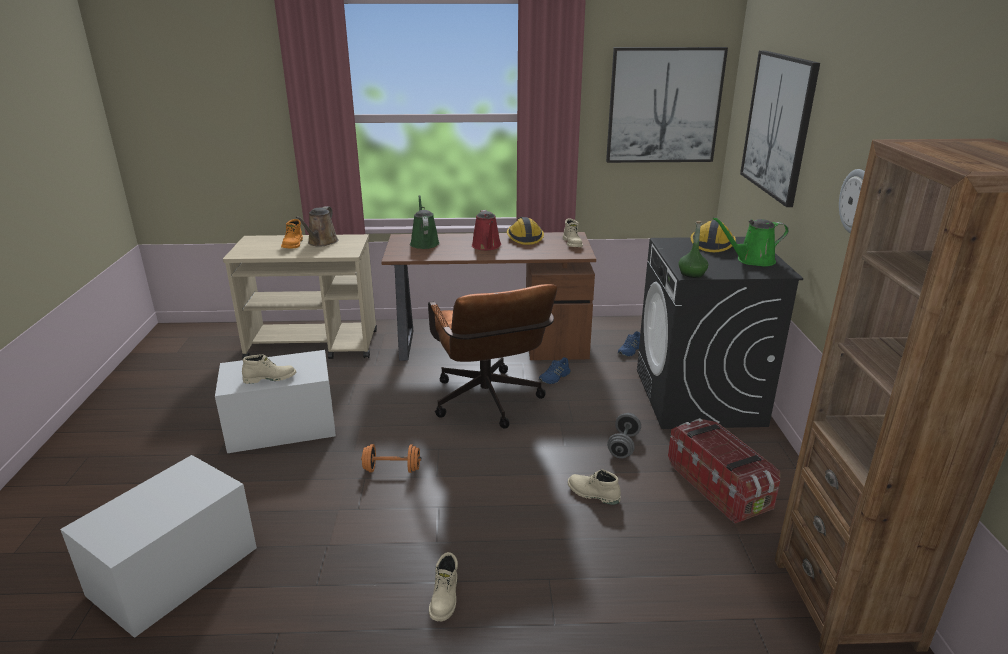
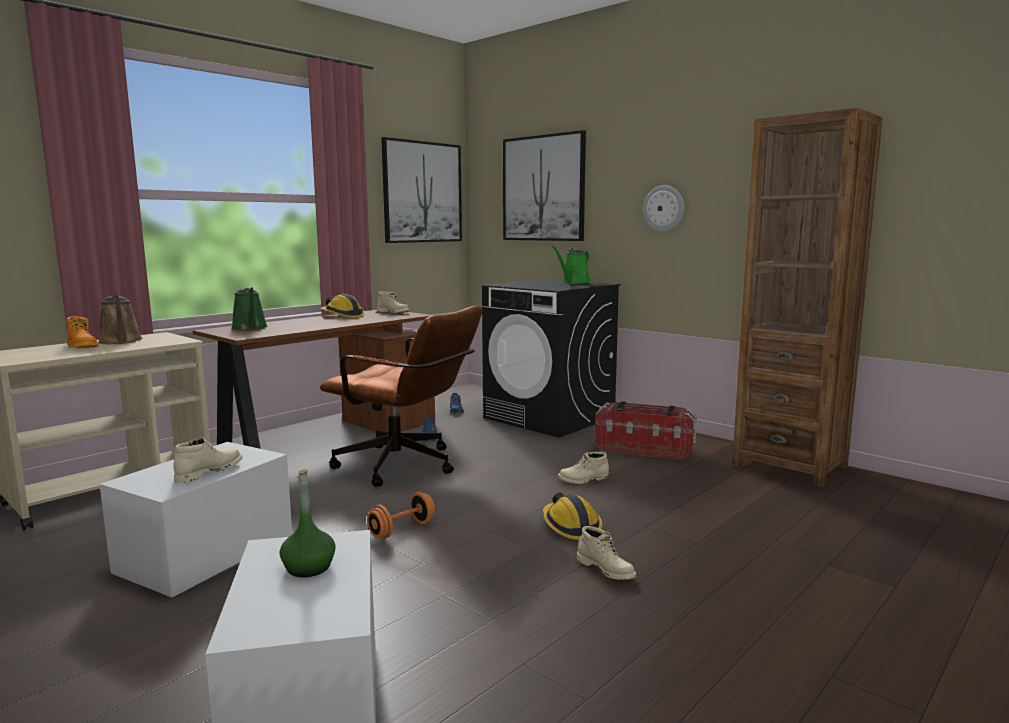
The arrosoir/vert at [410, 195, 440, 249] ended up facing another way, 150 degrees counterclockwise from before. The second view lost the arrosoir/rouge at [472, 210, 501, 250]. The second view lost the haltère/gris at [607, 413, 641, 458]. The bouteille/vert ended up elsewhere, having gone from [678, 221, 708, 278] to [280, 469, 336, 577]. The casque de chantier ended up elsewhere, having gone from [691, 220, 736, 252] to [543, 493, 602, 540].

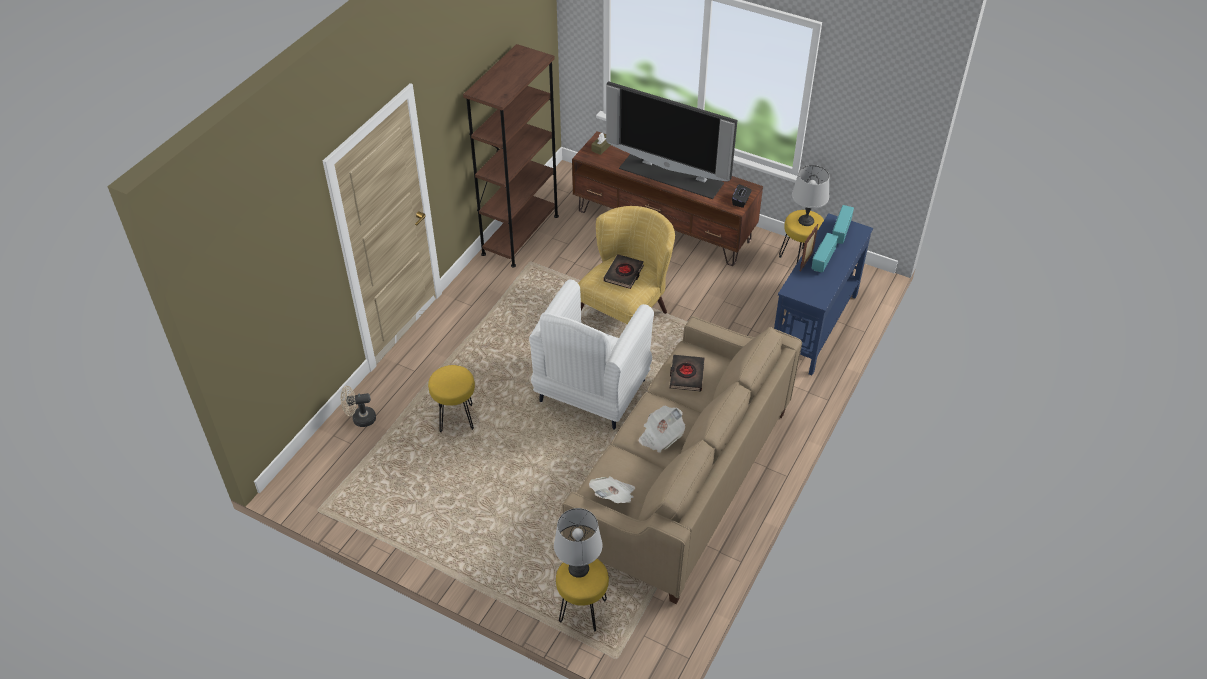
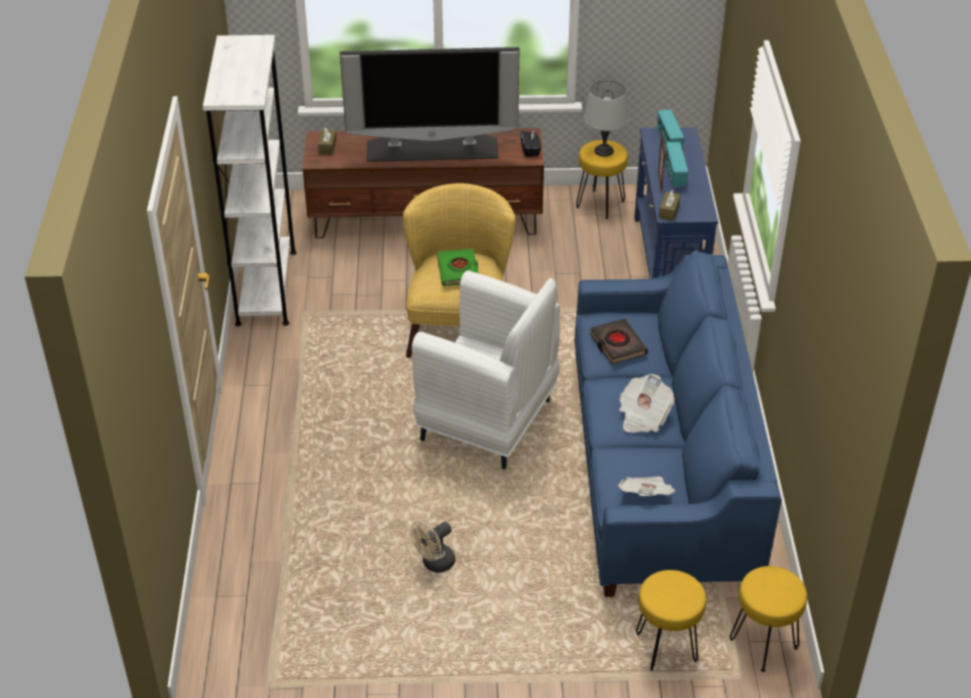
The ventilateur/beige ended up elsewhere, having gone from [341, 386, 376, 427] to [410, 522, 455, 573]. The tabouret/jaune ended up elsewhere, having gone from [428, 365, 475, 432] to [730, 566, 807, 672]. What was the bibliothèque/marron at [463, 44, 559, 268] turned into the bibliothèque/blanc at [203, 35, 297, 326]. The fauteuil/blanc at [529, 279, 654, 429] ended up facing another way, 60 degrees counterclockwise from before. The second view lost the lampe de table/gris at [554, 508, 603, 578]. What was the canapé/beige at [562, 316, 802, 604] turned into the canapé/bleu at [574, 250, 782, 597]. What was the livre/noir at [603, 254, 644, 289] turned into the livre/vert at [437, 249, 479, 286]. The second view gained the boîte à mouchoirs/marron at [659, 190, 680, 221].

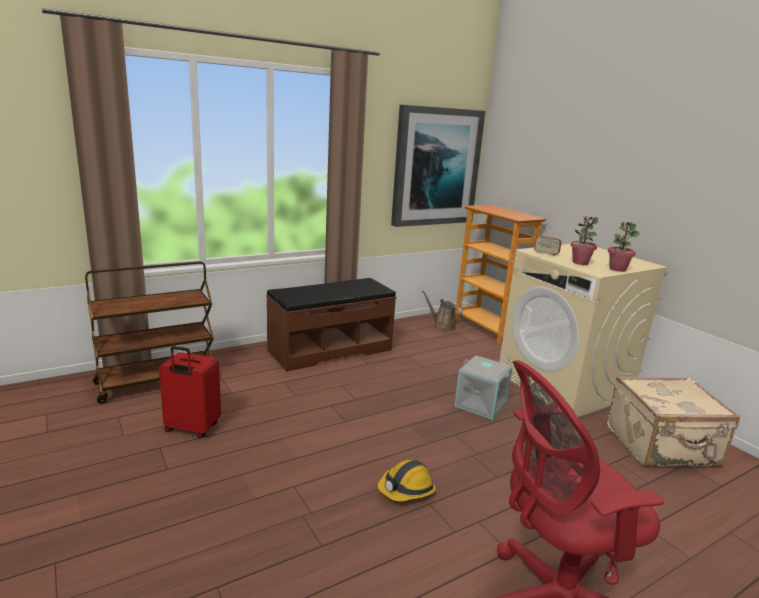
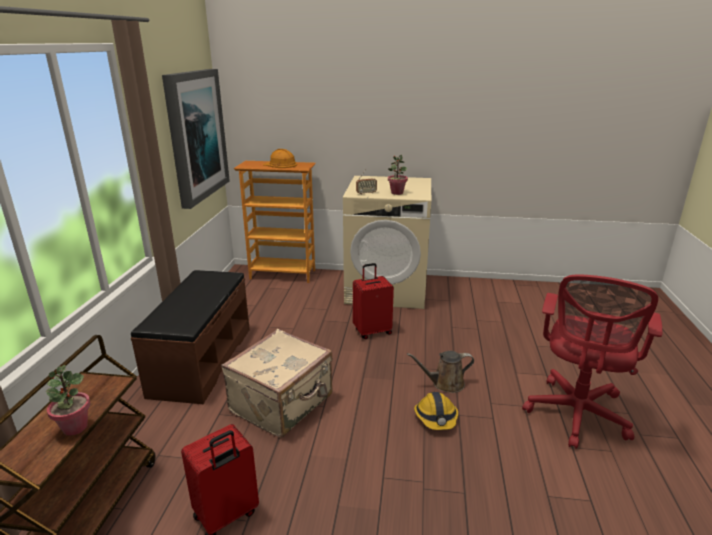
The arrosoir/marron ended up elsewhere, having gone from [422, 291, 463, 331] to [407, 351, 474, 393]. Where the boîte de rangement/gris stood at [455, 356, 513, 420], the valise/rouge came to stand at [353, 263, 394, 339]. The valise/beige ended up elsewhere, having gone from [607, 377, 740, 467] to [221, 329, 333, 438]. The plante en pot ended up elsewhere, having gone from [608, 222, 640, 272] to [46, 365, 91, 436]. The second view gained the casque de chantier/orange at [263, 149, 297, 168].

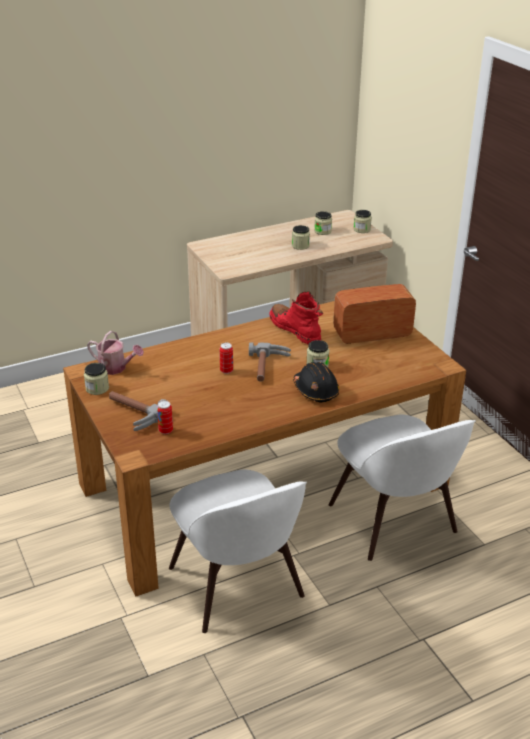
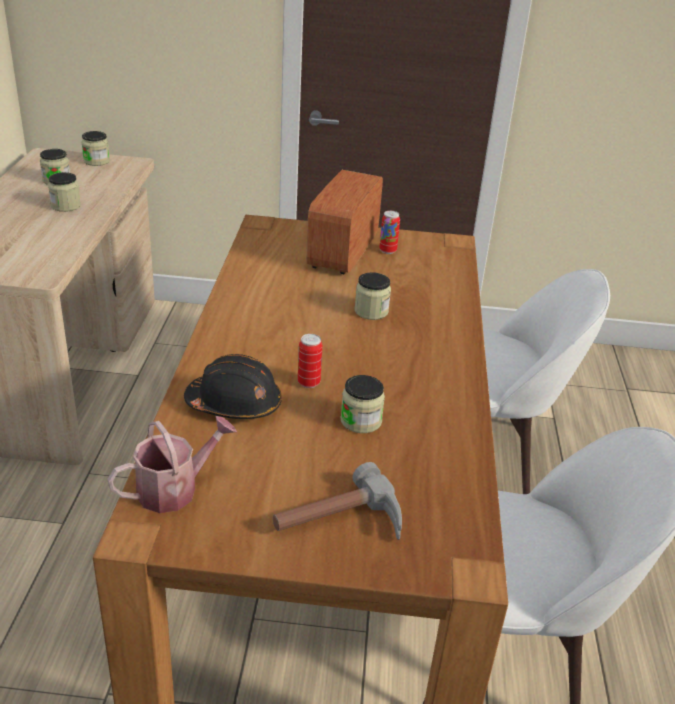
The bocal ended up elsewhere, having gone from [84, 363, 109, 395] to [341, 375, 385, 433]. The boîte métallique ended up elsewhere, having gone from [157, 401, 173, 434] to [379, 211, 400, 254]. The second view lost the marteau at [249, 342, 291, 382]. The second view lost the botte/rouge at [269, 291, 323, 345]. The casque de chantier/noir ended up elsewhere, having gone from [293, 362, 340, 402] to [184, 354, 282, 419].

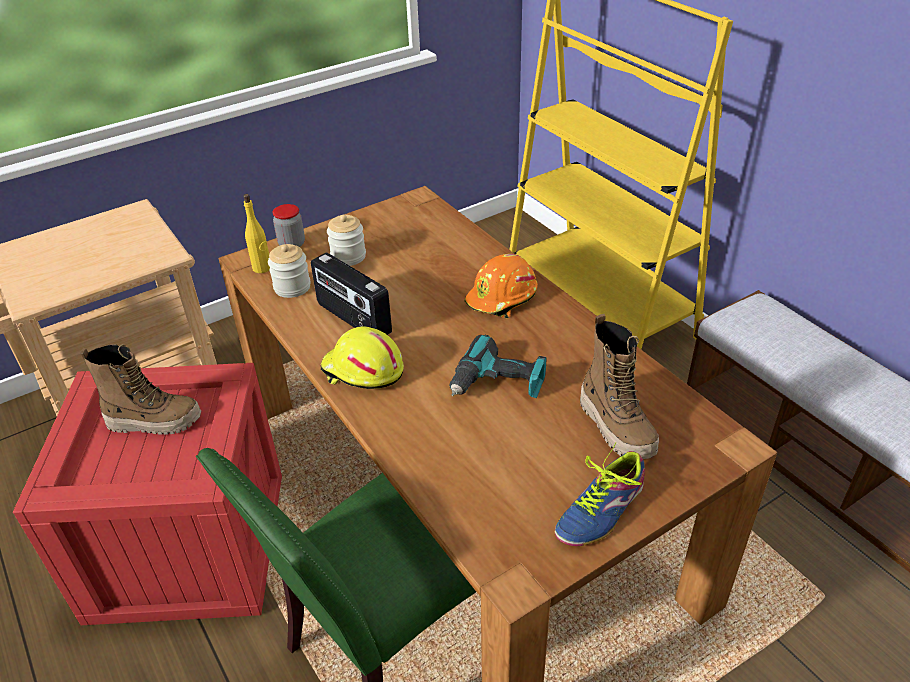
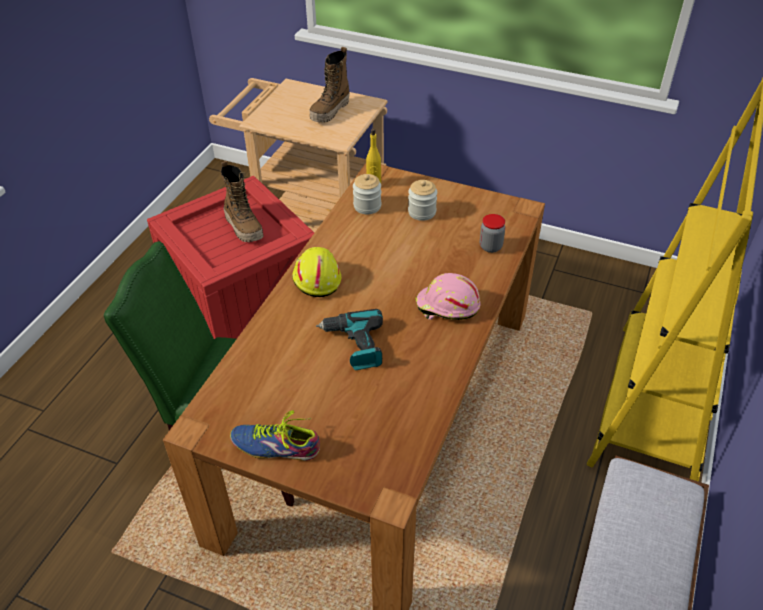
The bocal ended up elsewhere, having gone from [273, 204, 305, 247] to [480, 214, 505, 253]. The second view lost the radio at [311, 253, 392, 335]. What was the casque de chantier/orange at [464, 254, 538, 318] turned into the casque de chantier/rose at [416, 273, 480, 320]. The botte ended up elsewhere, having gone from [580, 314, 659, 459] to [309, 47, 350, 123].

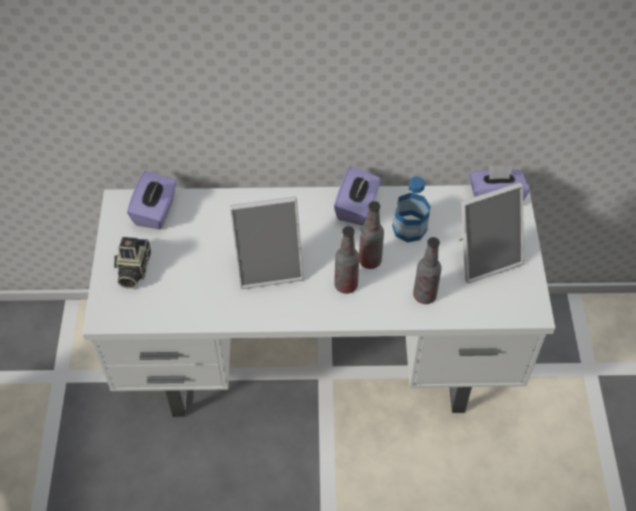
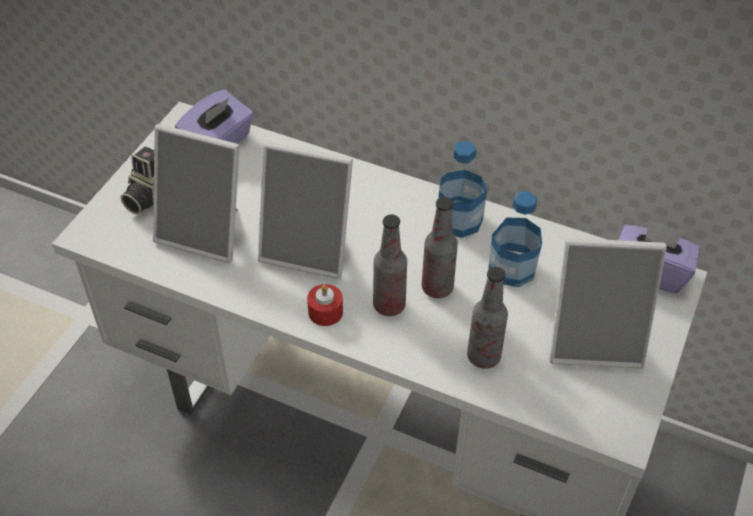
Where the boîte à mouchoirs/violet stood at [334, 166, 381, 225], the bouteille came to stand at [438, 141, 487, 238]. The second view gained the cadre photo at [153, 124, 240, 263]. The second view gained the bougie/rouge at [307, 284, 343, 326].

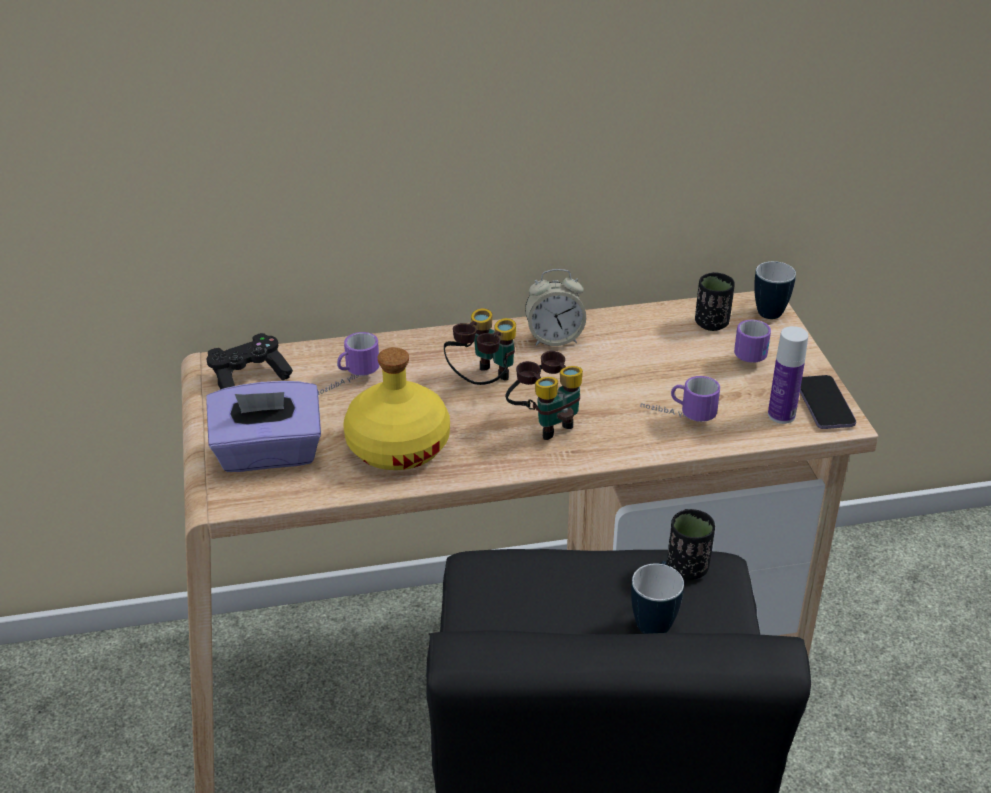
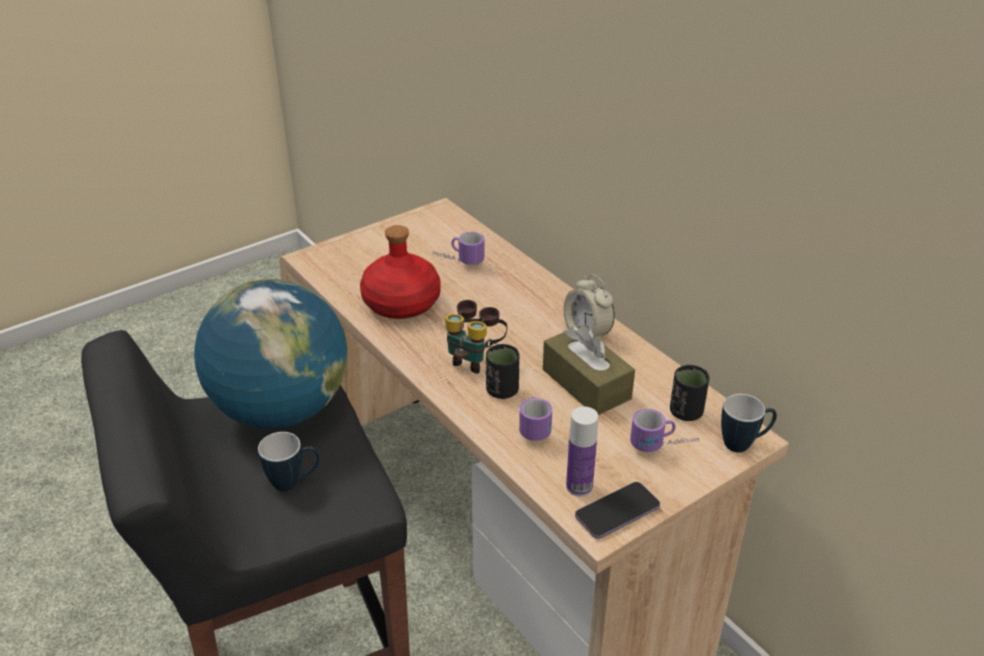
The second view lost the boîte à mouchoirs/violet at [206, 381, 321, 472]. The second view lost the manette/noir at [207, 333, 293, 389]. What was the bouteille/jaune at [344, 347, 450, 470] turned into the bouteille/rouge at [360, 225, 441, 319]. The second view lost the jumelles at [444, 309, 516, 385]. The tasse/noir ended up elsewhere, having gone from [667, 509, 715, 580] to [486, 344, 520, 399]. The second view gained the globe at [194, 279, 347, 429]. The second view gained the boîte à mouchoirs/marron at [543, 325, 635, 415].

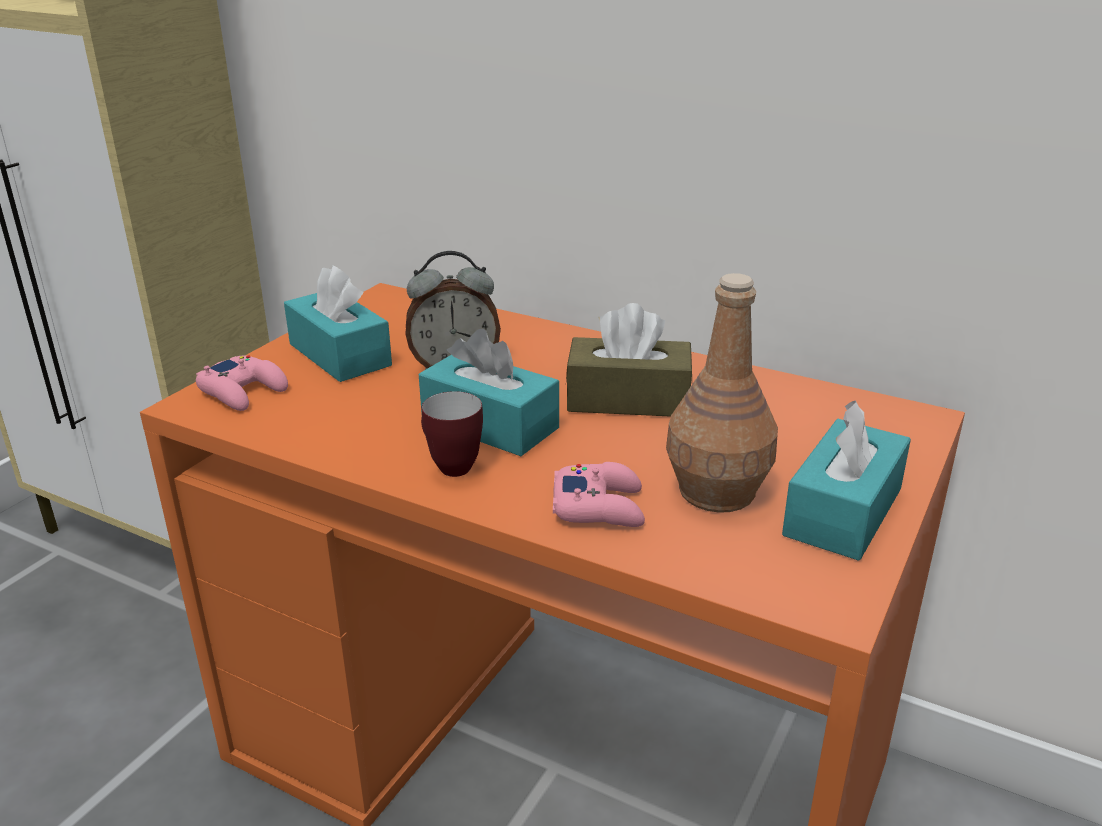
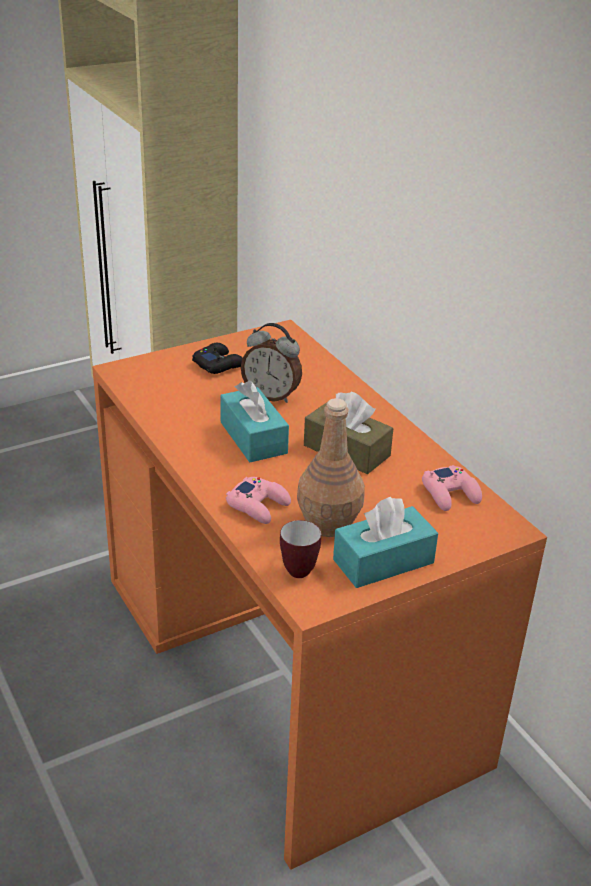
The manette/rose ended up elsewhere, having gone from [196, 356, 288, 411] to [422, 465, 482, 511]. Where the boîte à mouchoirs/turquoise stood at [284, 265, 392, 382], the manette/noir came to stand at [192, 343, 243, 374]. The mug ended up elsewhere, having gone from [421, 391, 483, 477] to [280, 520, 321, 578].

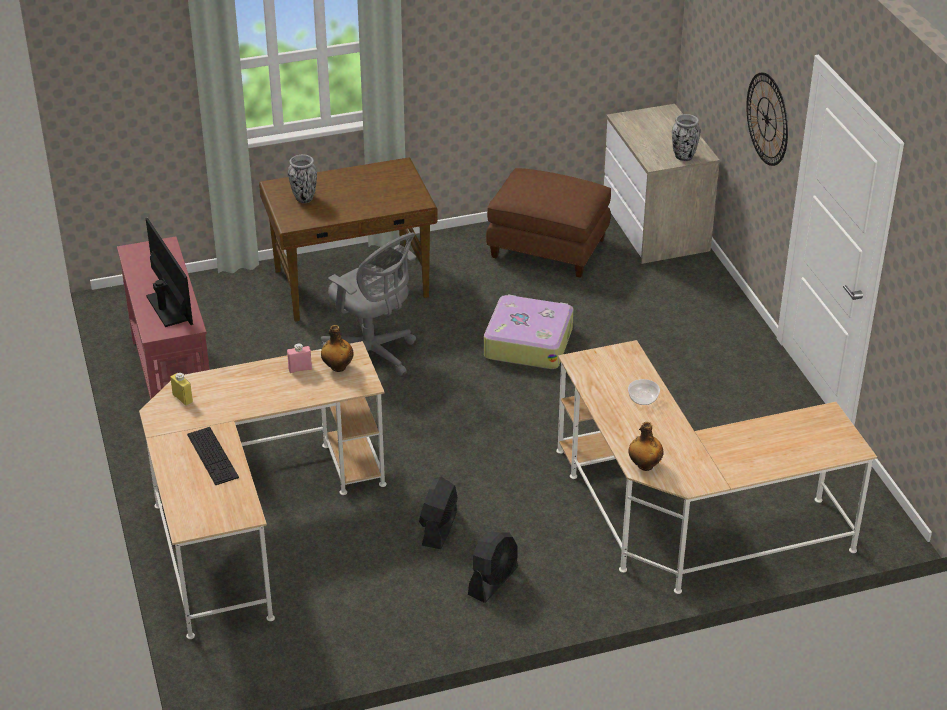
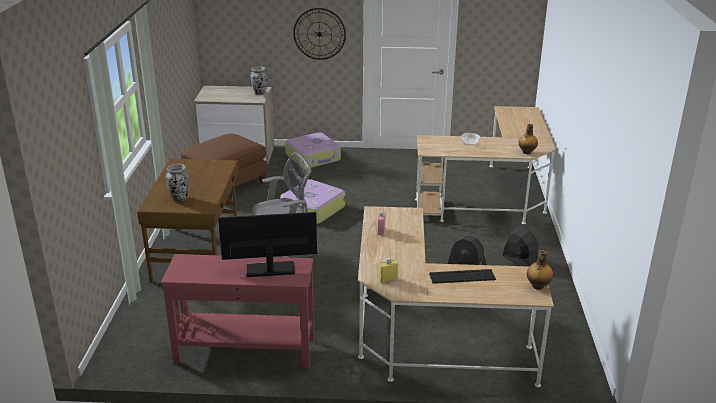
The bouteille ended up elsewhere, having gone from [321, 325, 354, 372] to [527, 250, 553, 290]. The second view gained the valise at [285, 132, 341, 168].

